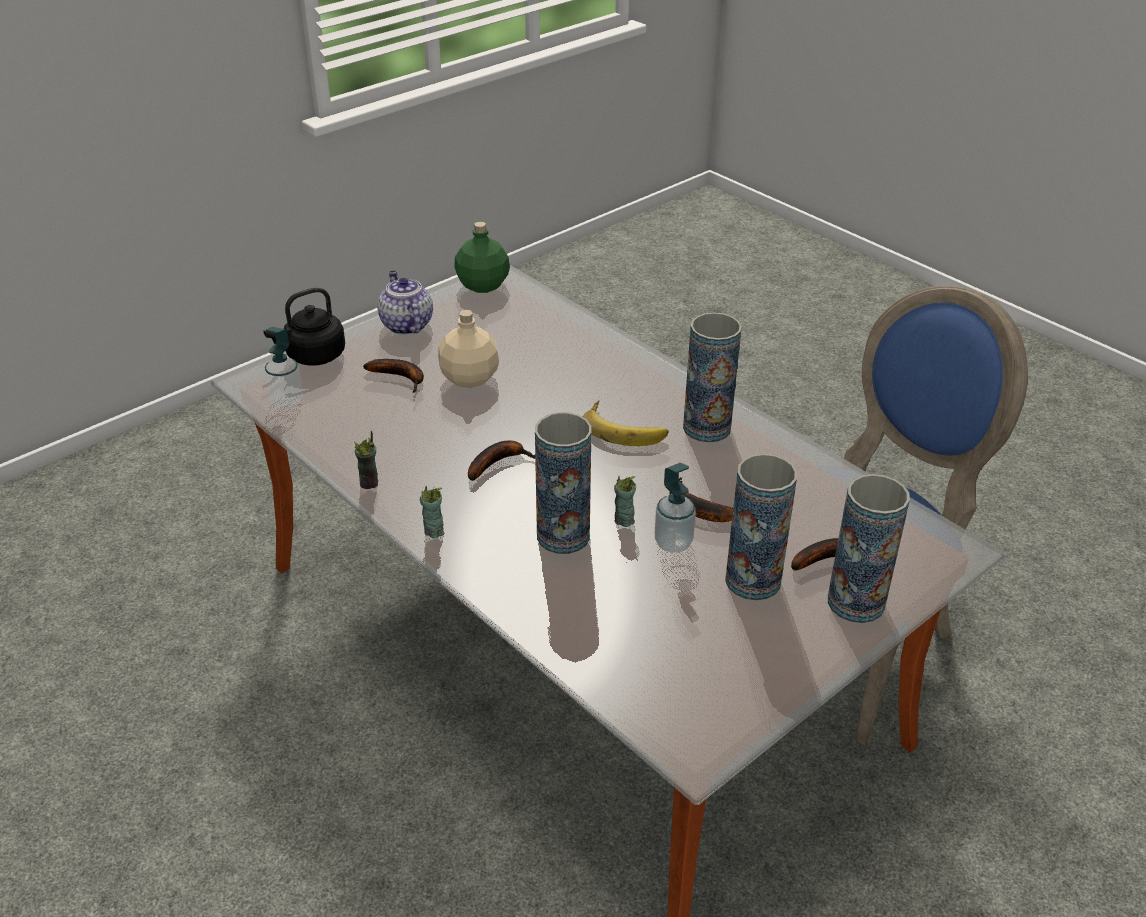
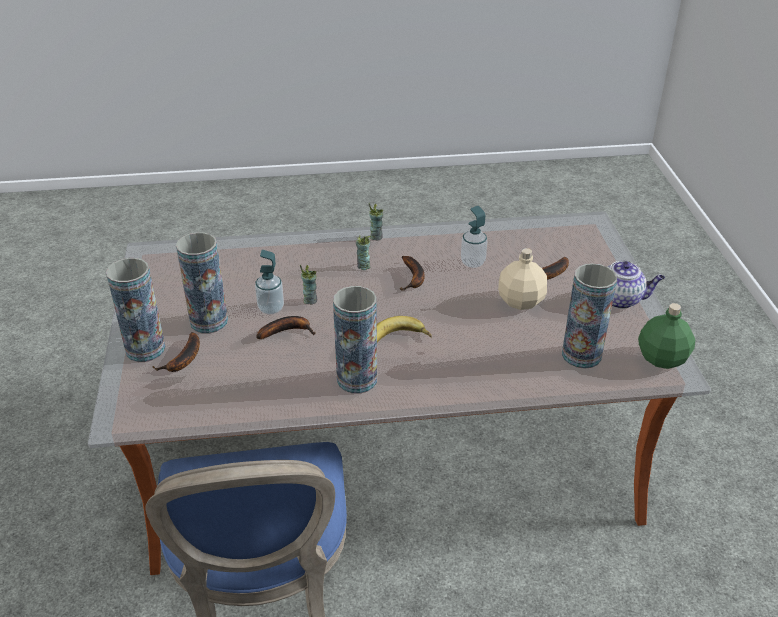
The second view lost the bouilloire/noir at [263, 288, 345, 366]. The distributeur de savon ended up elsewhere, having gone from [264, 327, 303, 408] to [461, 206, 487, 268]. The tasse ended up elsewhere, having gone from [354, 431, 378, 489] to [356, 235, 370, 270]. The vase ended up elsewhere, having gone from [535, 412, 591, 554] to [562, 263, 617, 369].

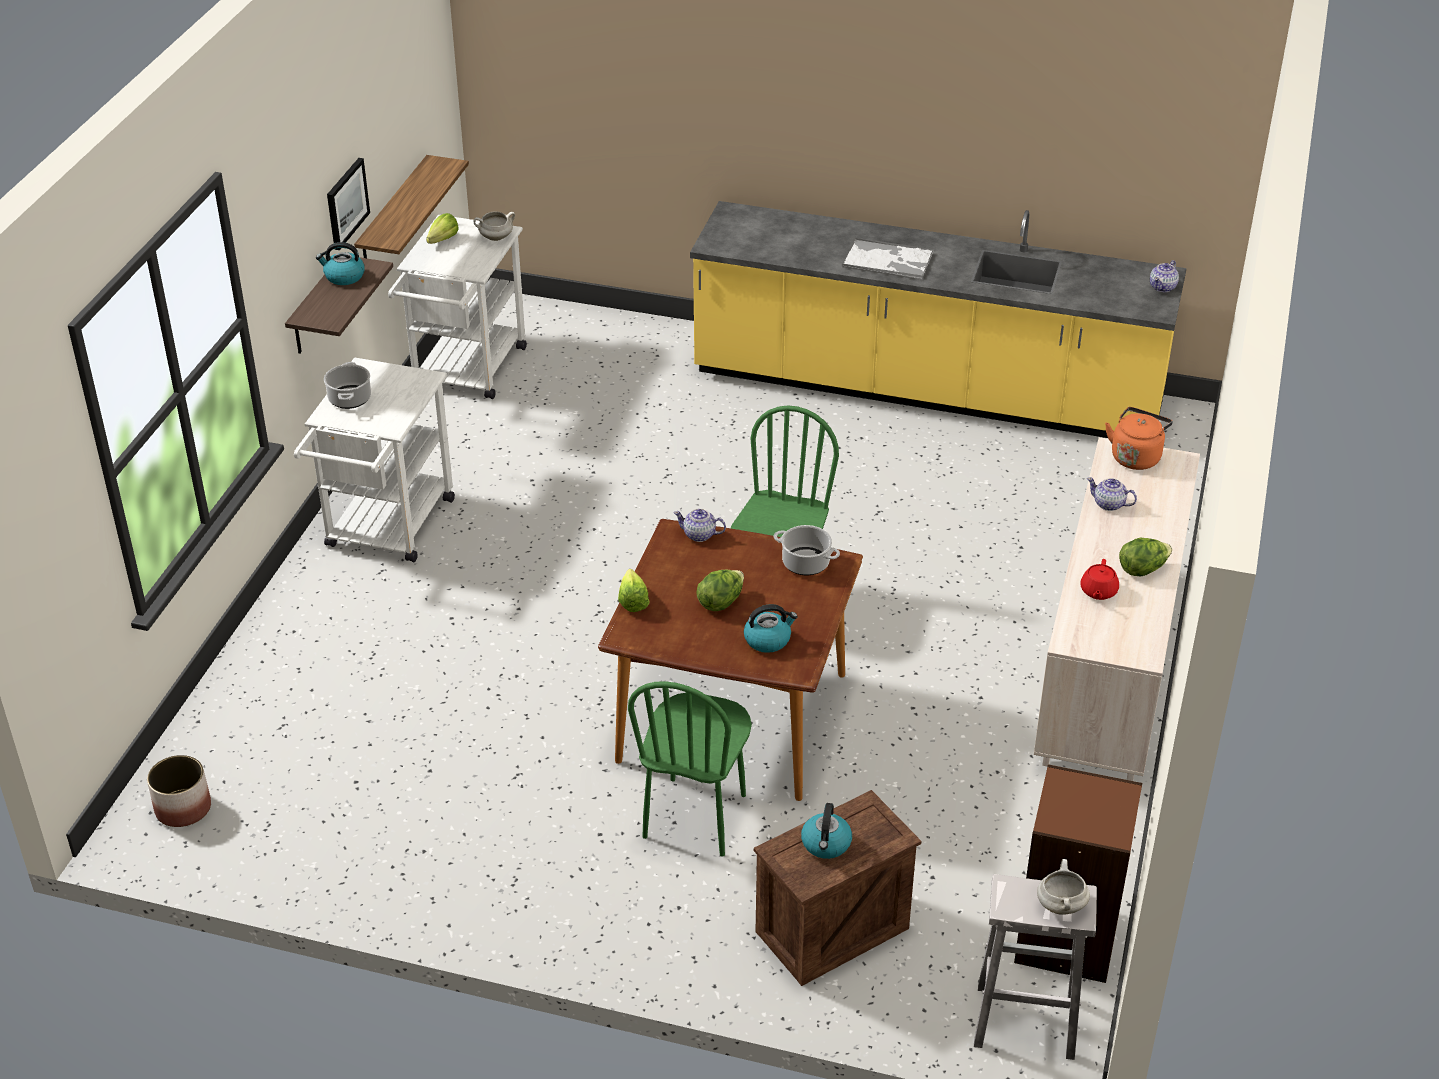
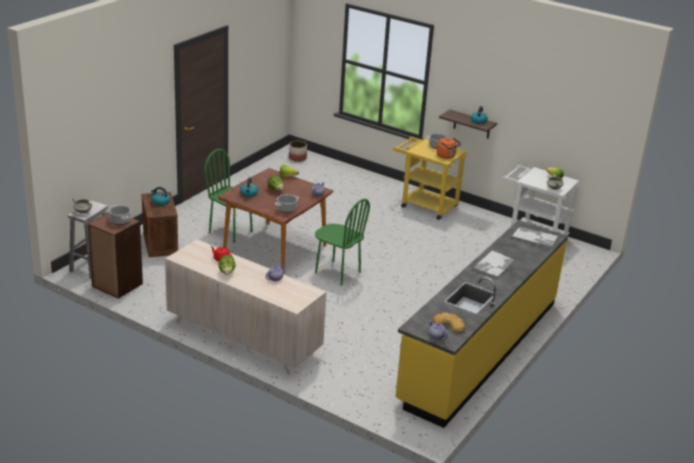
What was the chariot/blanc at [294, 357, 455, 562] turned into the chariot/jaune at [393, 137, 467, 220]. The second view lost the tableau at [327, 158, 370, 250]. The second view lost the étagère at [354, 155, 469, 258]. The bouilloire/orange ended up elsewhere, having gone from [1105, 407, 1173, 470] to [437, 138, 461, 159]. The second view gained the marmite at [109, 205, 131, 225]. The second view gained the pain at [433, 313, 465, 333]. The second view gained the plateau at [511, 225, 559, 249].

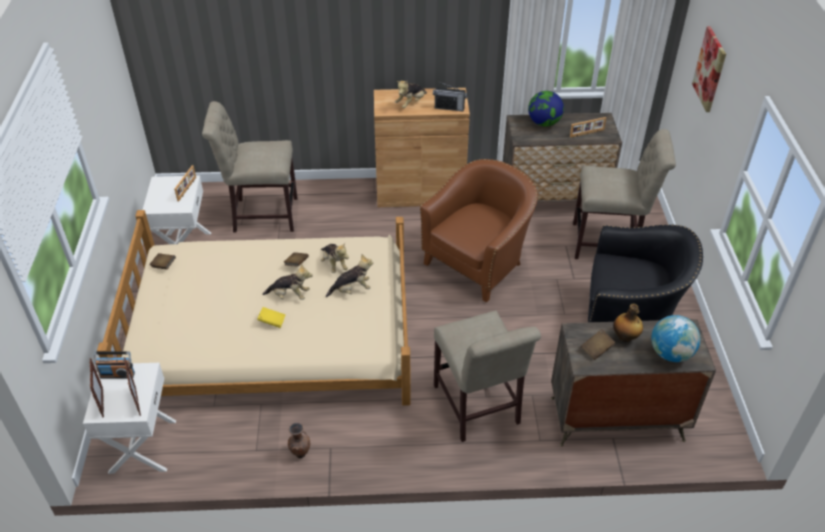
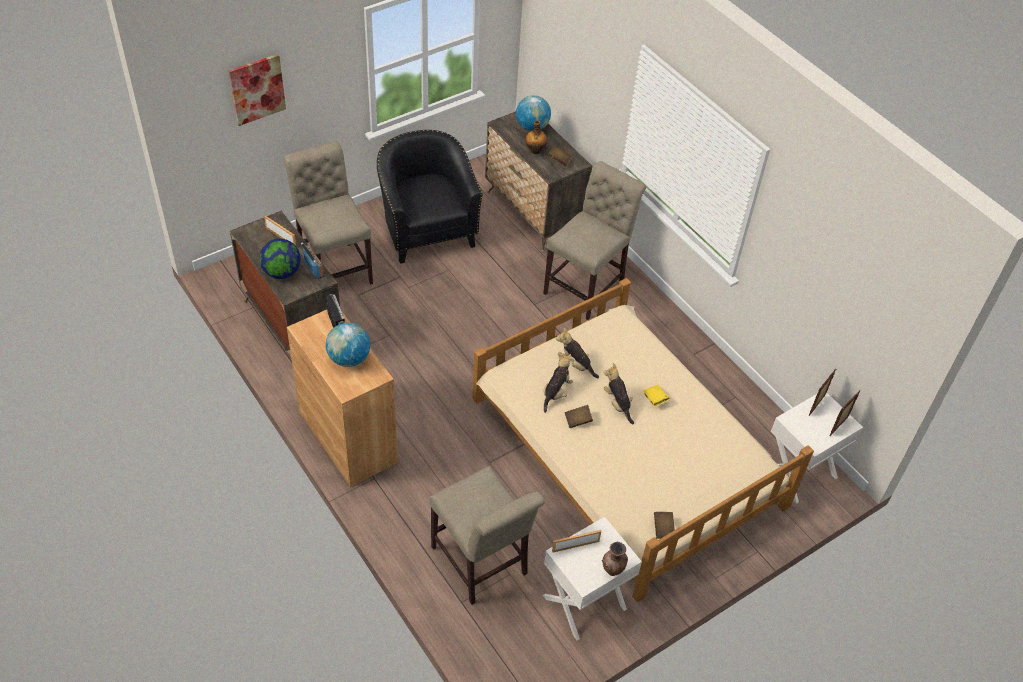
The radio ended up elsewhere, having gone from [93, 351, 135, 379] to [301, 242, 324, 279]. The vase/marron ended up elsewhere, having gone from [288, 423, 310, 458] to [602, 542, 628, 576]. Where the peluche stood at [395, 81, 427, 108], the globe came to stand at [326, 323, 370, 367]. The second view lost the fauteuil/marron at [420, 159, 538, 302].

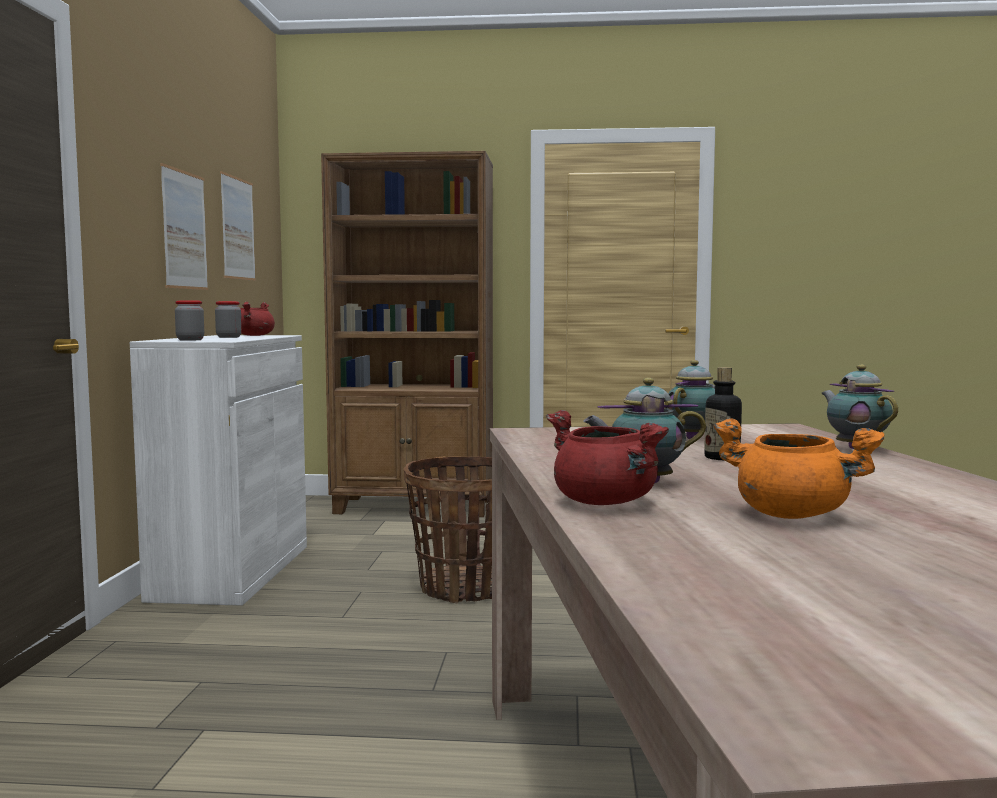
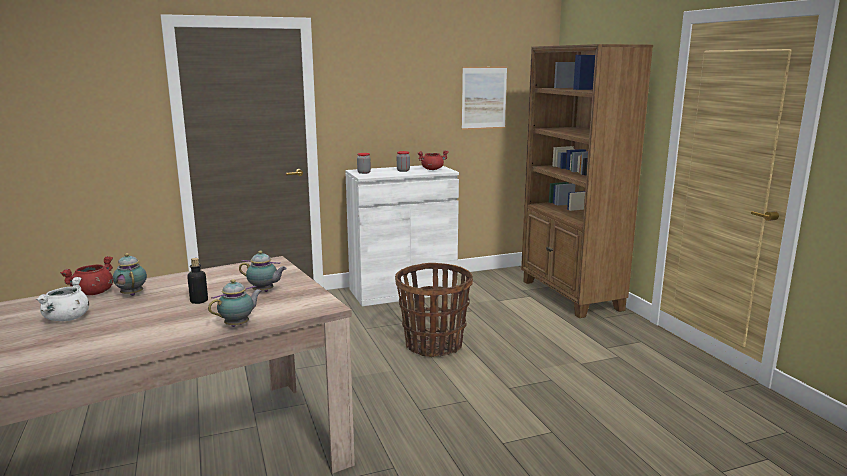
The second view lost the tableau at [160, 163, 208, 290]. What was the marmite/orange at [714, 418, 884, 519] turned into the marmite/blanc at [35, 277, 89, 321].

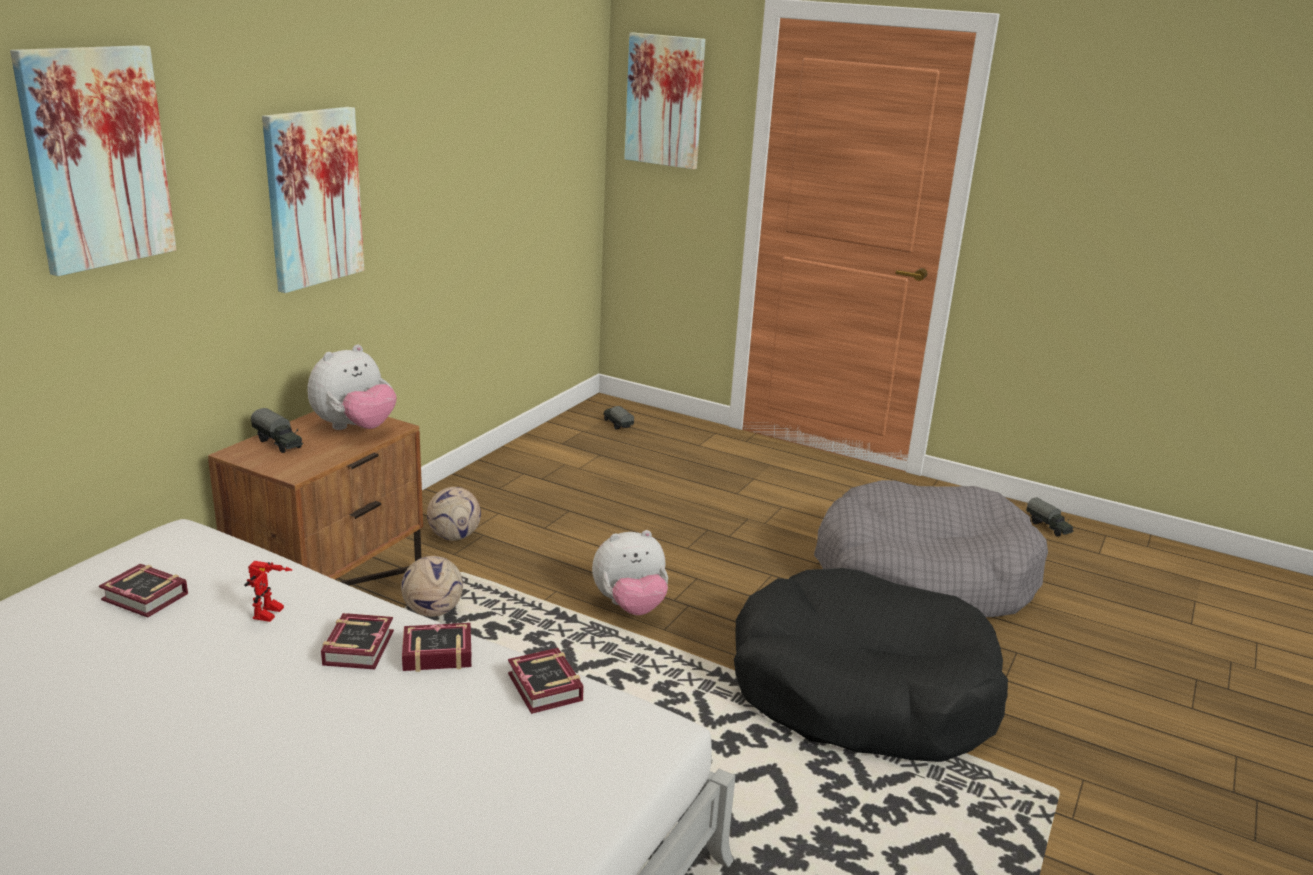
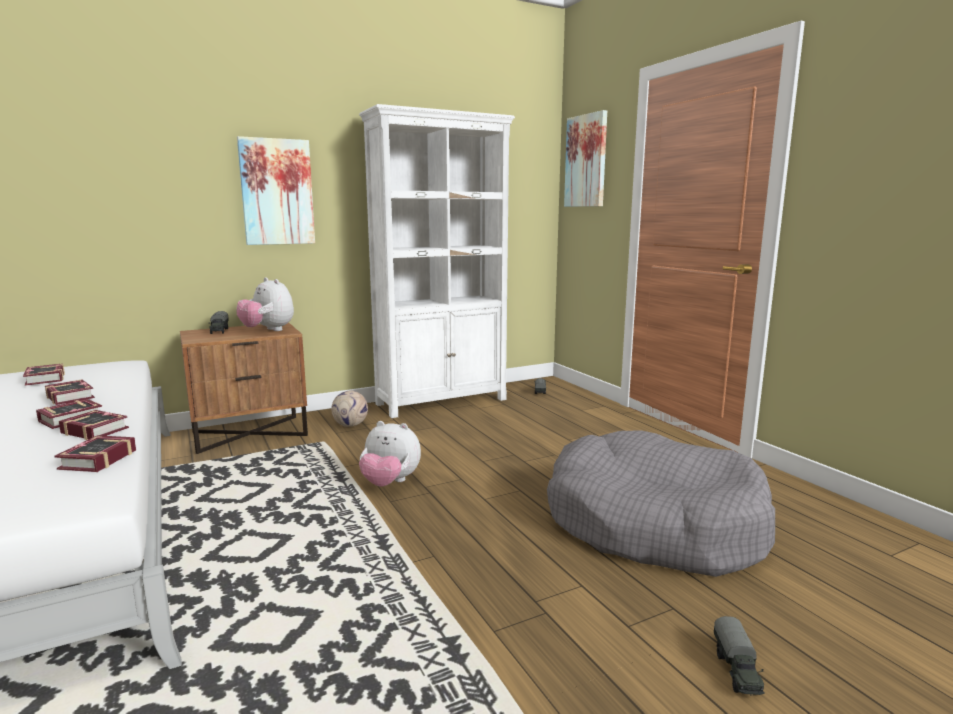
The second view lost the tableau at [10, 45, 177, 276]. Where the robot jouet stood at [244, 561, 292, 622], the livre came to stand at [45, 380, 95, 405]. The peluche at [308, 344, 397, 430] ended up facing another way, 60 degrees clockwise from before. The second view lost the ballon de foot at [401, 556, 463, 617]. The second view lost the panier pour chien/noir at [734, 568, 1008, 762]. The camion jouet ended up elsewhere, having gone from [1026, 497, 1073, 537] to [714, 616, 765, 696]. The second view gained the bibliothèque/blanc at [359, 104, 515, 418].

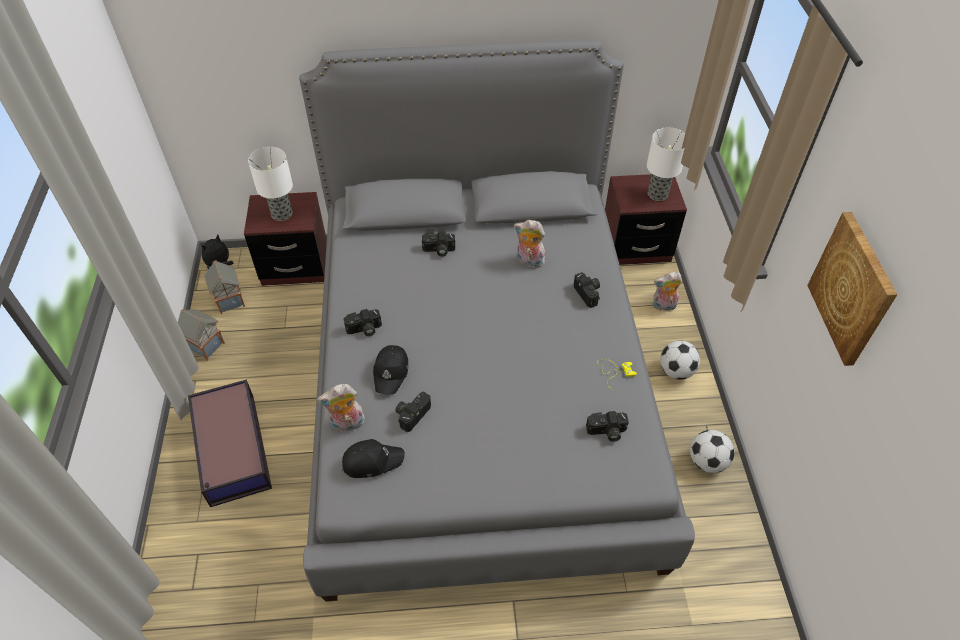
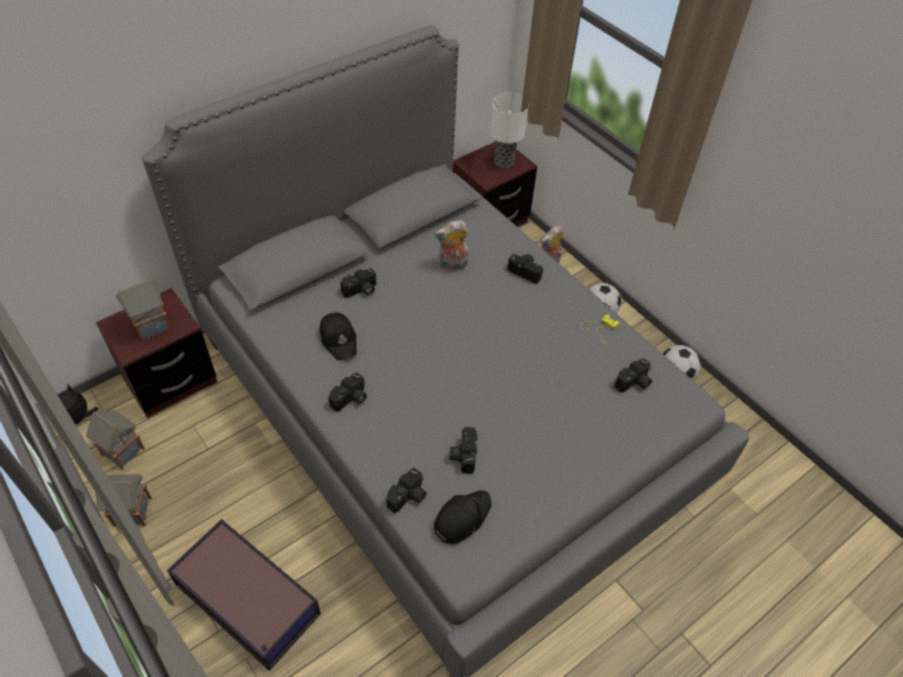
Where the lampe de table stood at [248, 147, 293, 221], the maison miniature came to stand at [116, 278, 172, 342]. Where the peluche stood at [317, 384, 365, 433], the appareil photo came to stand at [386, 468, 427, 513]. The casquette/noir ended up elsewhere, having gone from [373, 345, 408, 395] to [320, 312, 357, 360]. The second view lost the tableau at [807, 212, 898, 366].

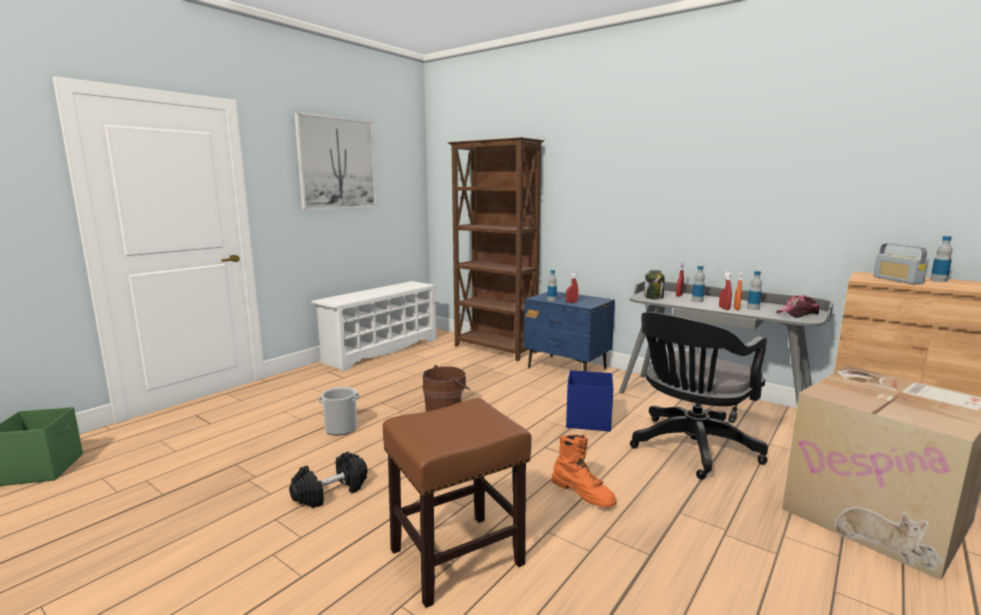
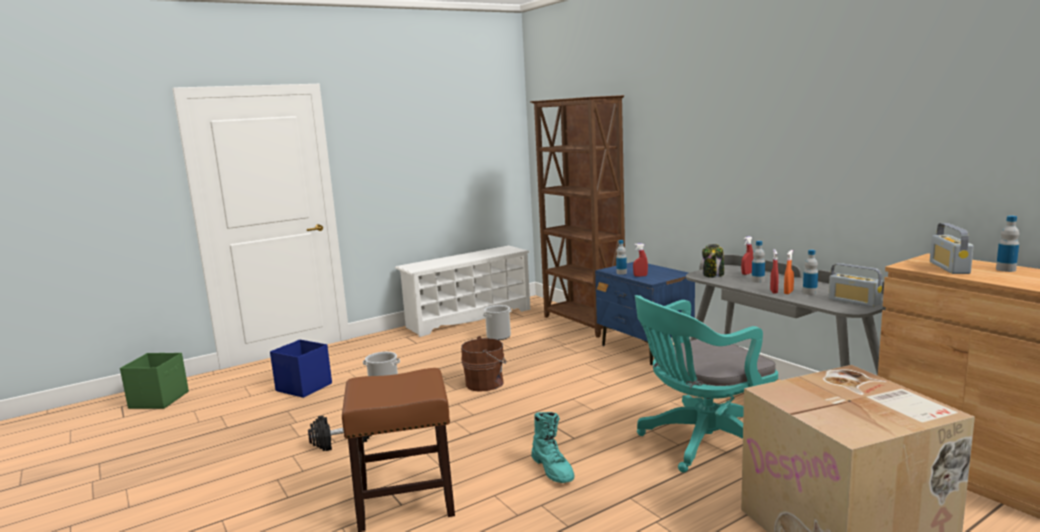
The second view lost the tableau at [294, 112, 377, 210]. What was the botte/orange at [552, 434, 617, 507] turned into the botte/turquoise at [531, 412, 574, 483]. The boîte de rangement/bleu ended up elsewhere, having gone from [566, 370, 613, 432] to [270, 339, 332, 398]. What was the chaise de bureau/noir at [630, 312, 768, 479] turned into the chaise de bureau/turquoise at [635, 295, 778, 473]. Where the casquette stood at [776, 295, 820, 318], the radio came to stand at [828, 263, 882, 307]. The second view gained the seau at [483, 305, 512, 340].

